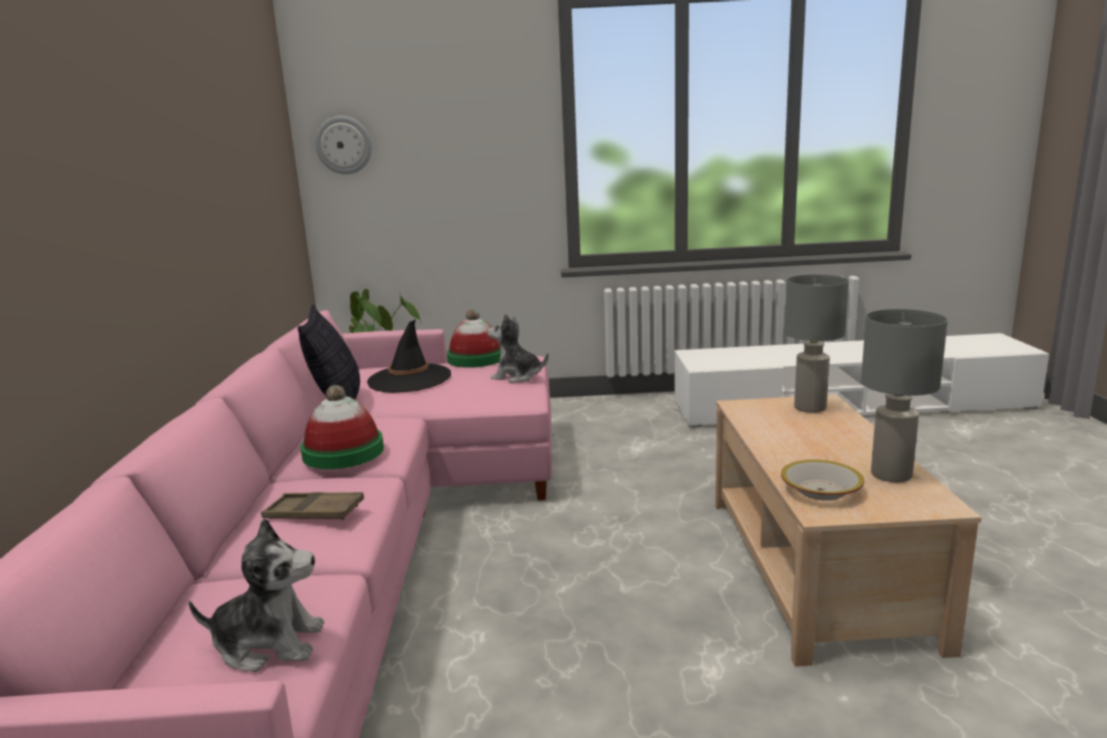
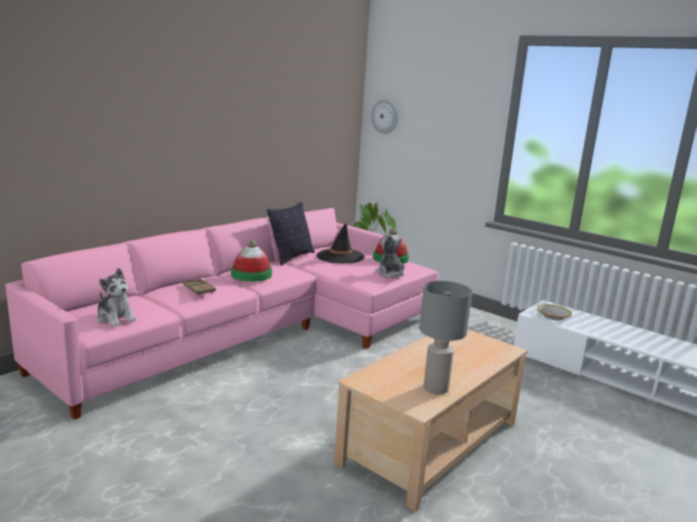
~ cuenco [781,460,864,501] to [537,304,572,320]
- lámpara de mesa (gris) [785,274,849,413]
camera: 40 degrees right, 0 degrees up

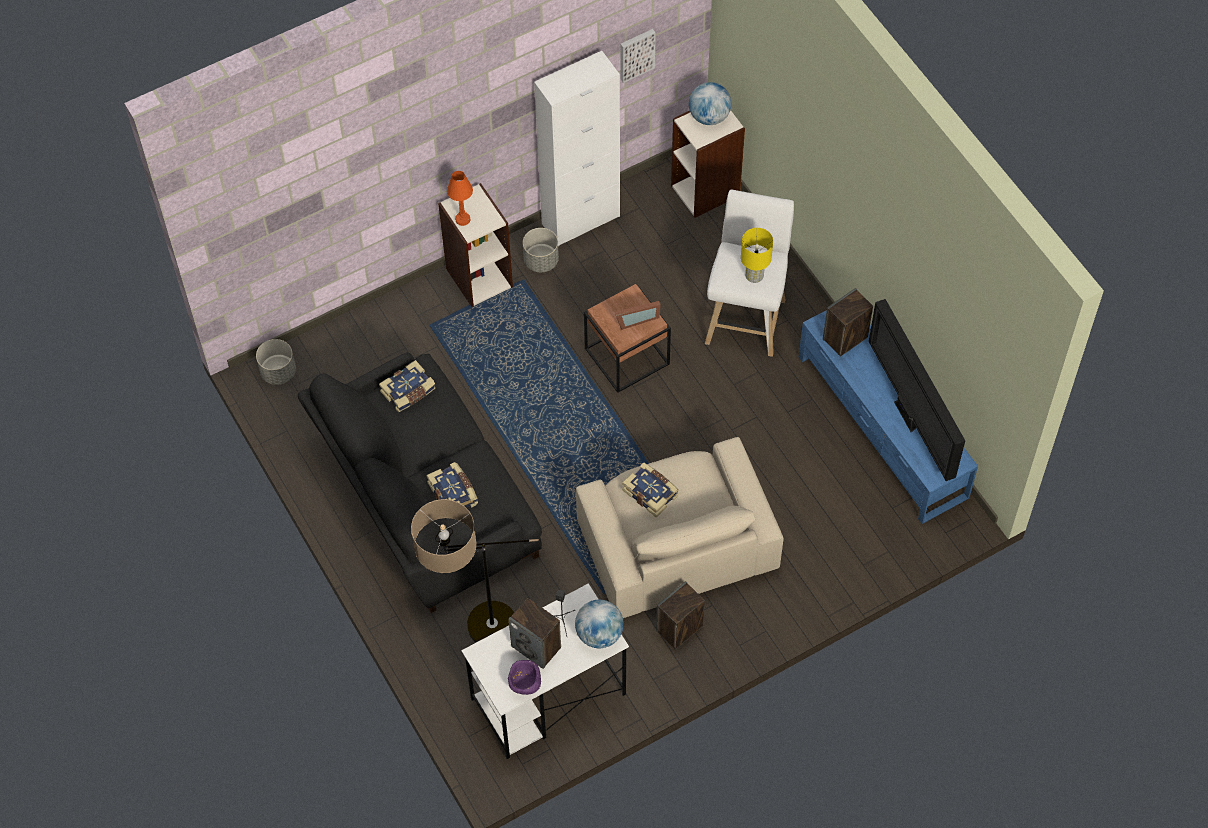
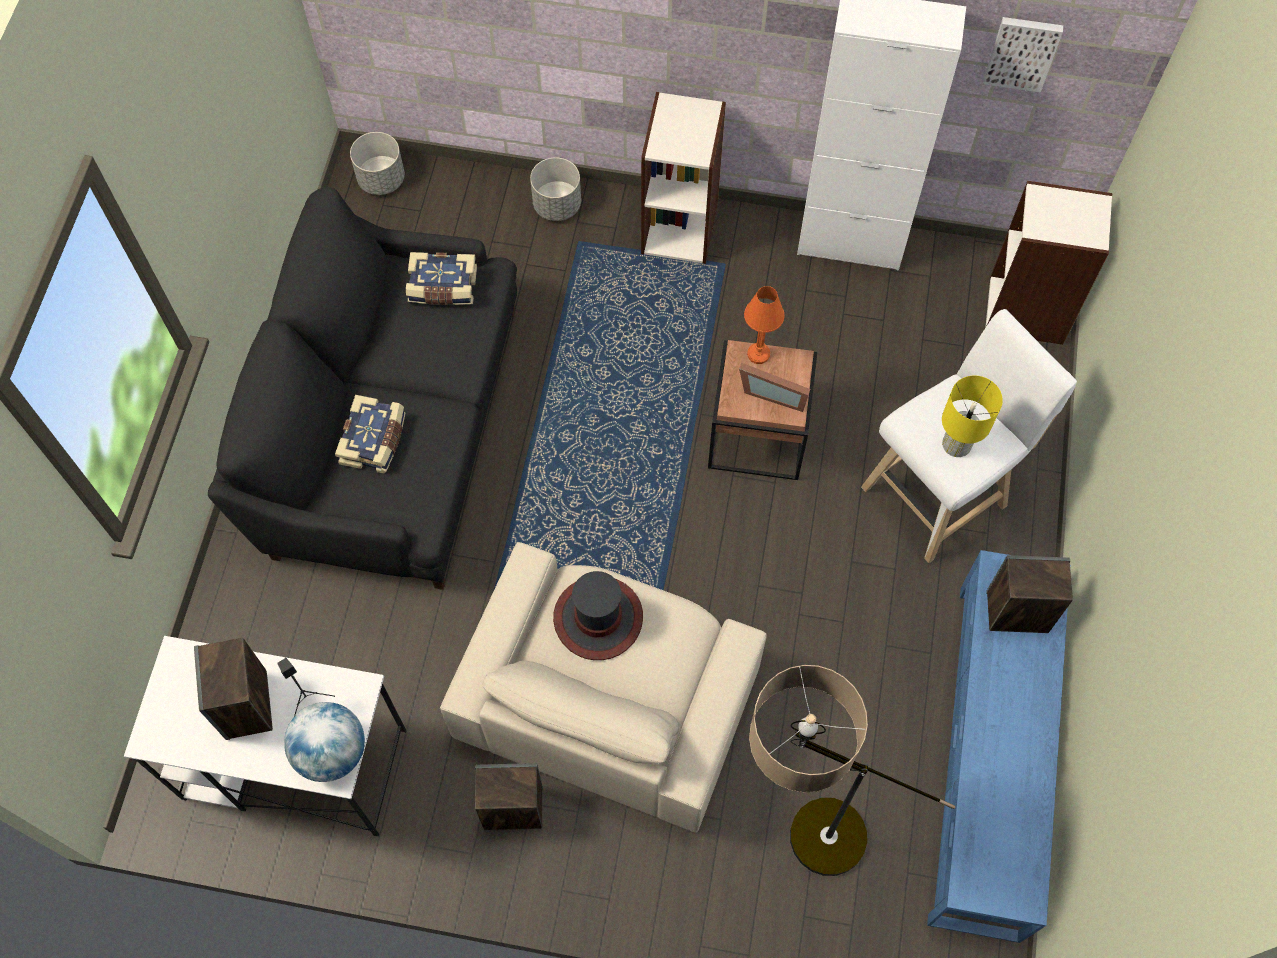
~ maceta (gris) [523,228,559,272] to [530,157,581,221]
~ libro [622,462,679,518] to sombrero [553,571,643,660]
~ lámpara de mesa (naranja) [447,171,473,226] to [744,286,785,364]
~ lámpara de pie [411,499,539,643] to [749,665,955,876]
- cuenco (morado) [508,660,541,695]
- globo terráqueo [689,82,731,125]
- televisor [869,299,965,481]
camera: 40 degrees right, 5 degrees up

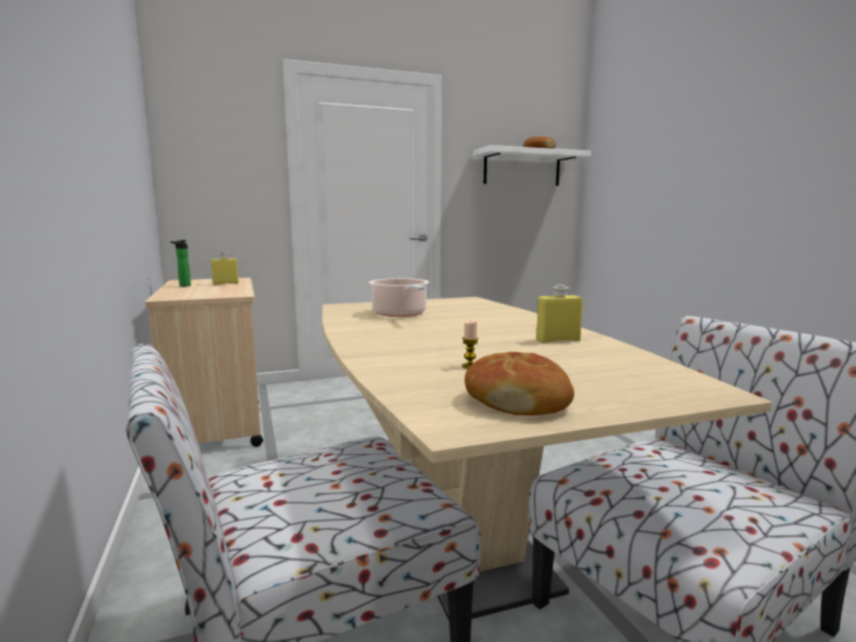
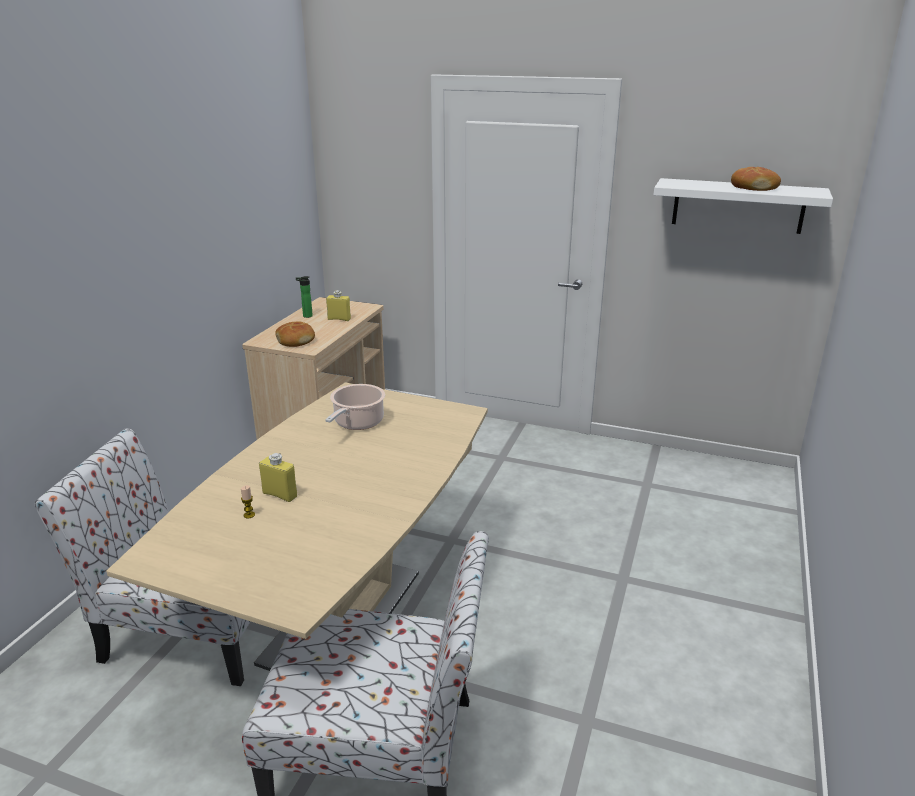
~ botella (amarillo) [536,285,583,343] to [259,453,297,502]
~ pan [465,352,574,416] to [275,321,315,347]
camera: 40 degrees right, 15 degrees up

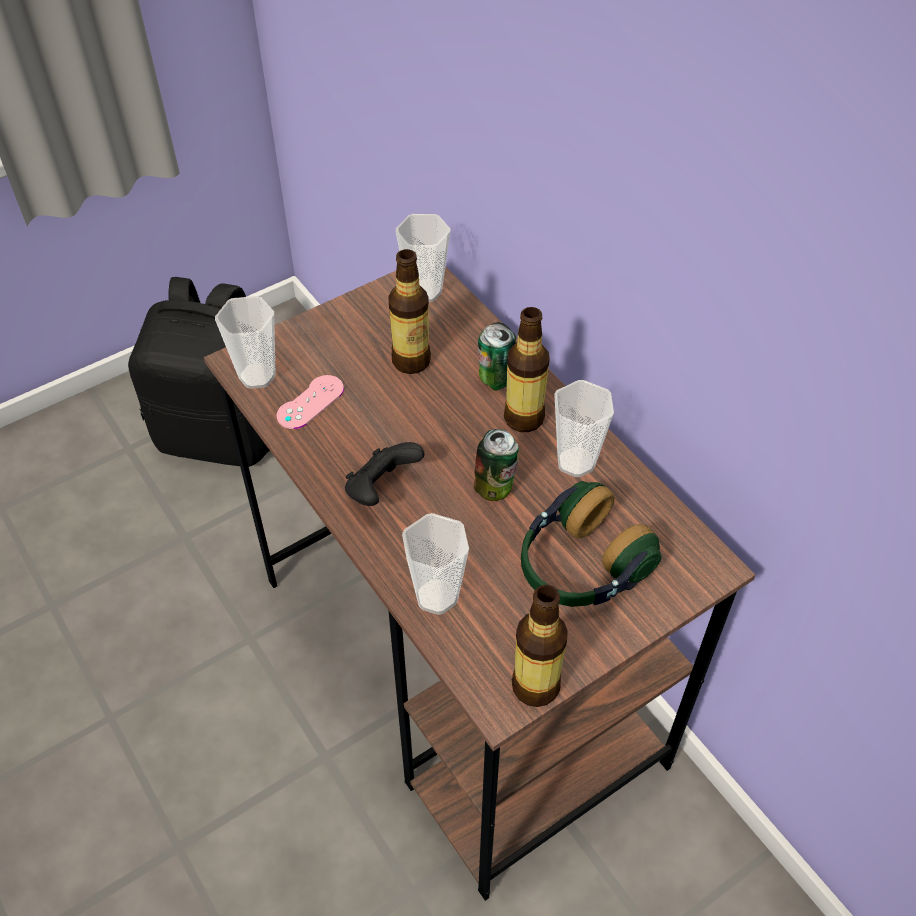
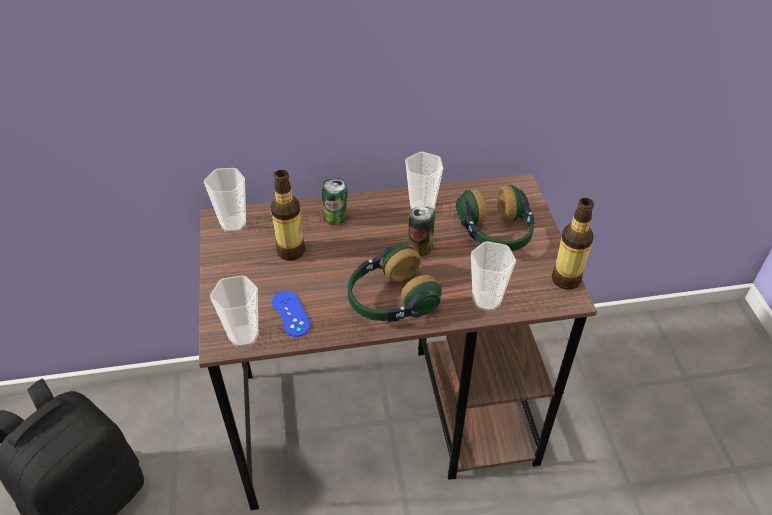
~ mando de consola (rosa) [277,375,344,429] to mando de consola (azul) [272,291,311,337]
~ mando de consola (negro) [345,442,424,506] to auriculares [348,245,442,322]
- botella [504,307,550,432]
camera: 65 degrees left, 5 degrees down

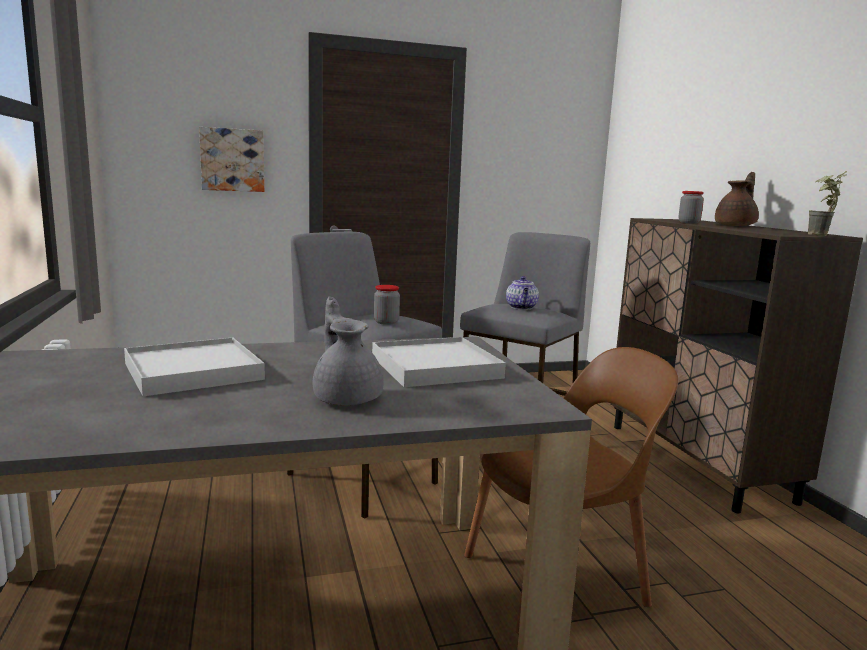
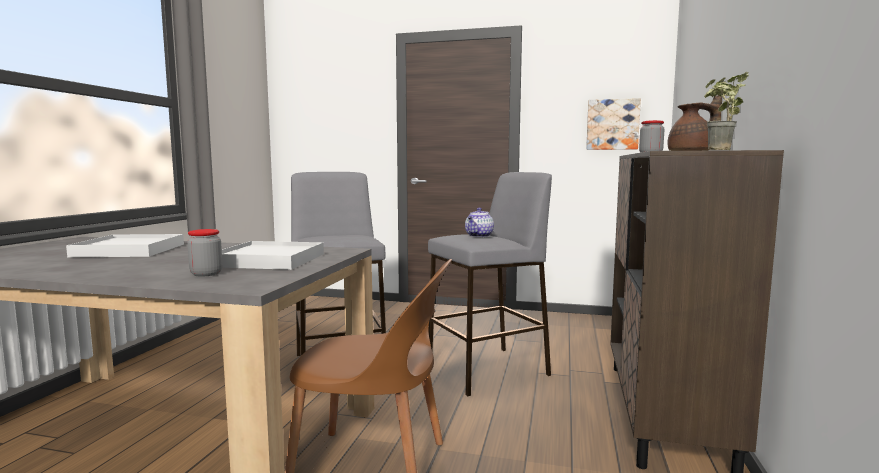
~ tarro [374,285,400,325] to [187,229,223,277]
~ cuadro [199,127,264,192] to [586,98,641,150]
- tetera (gris) [313,297,384,405]
camera: 30 degrees right, 5 degrees down

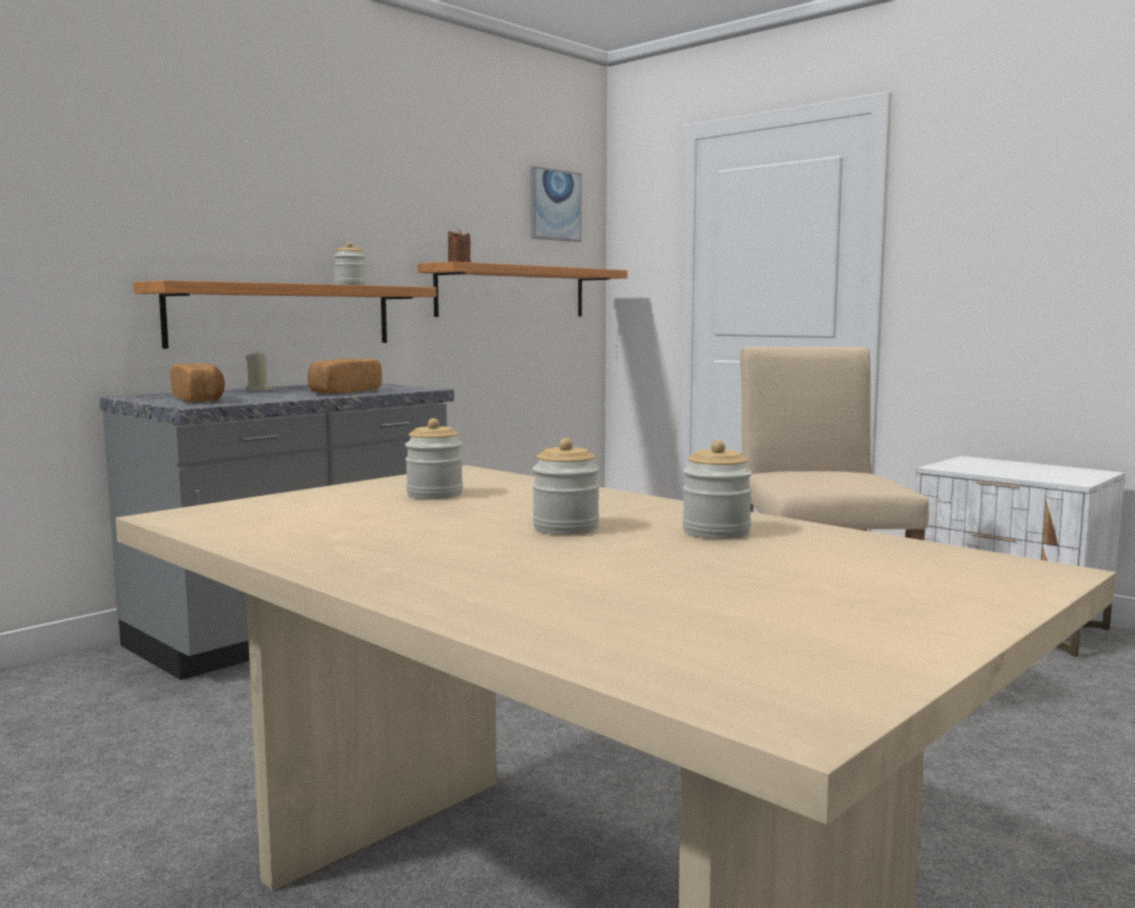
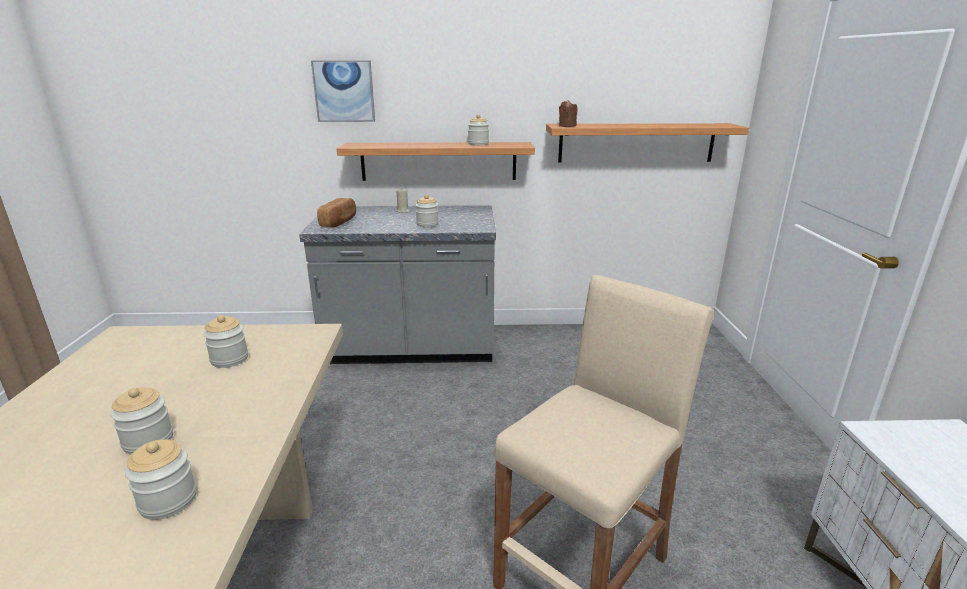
~ cuadro [530,166,582,242] to [311,60,375,122]
~ pan [308,358,382,394] to tarro [415,195,439,227]
camera: 45 degrees right, 15 degrees up

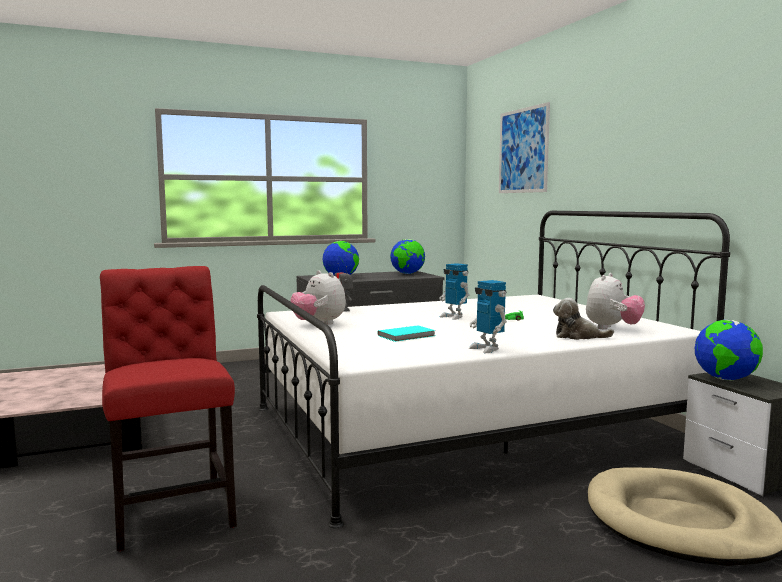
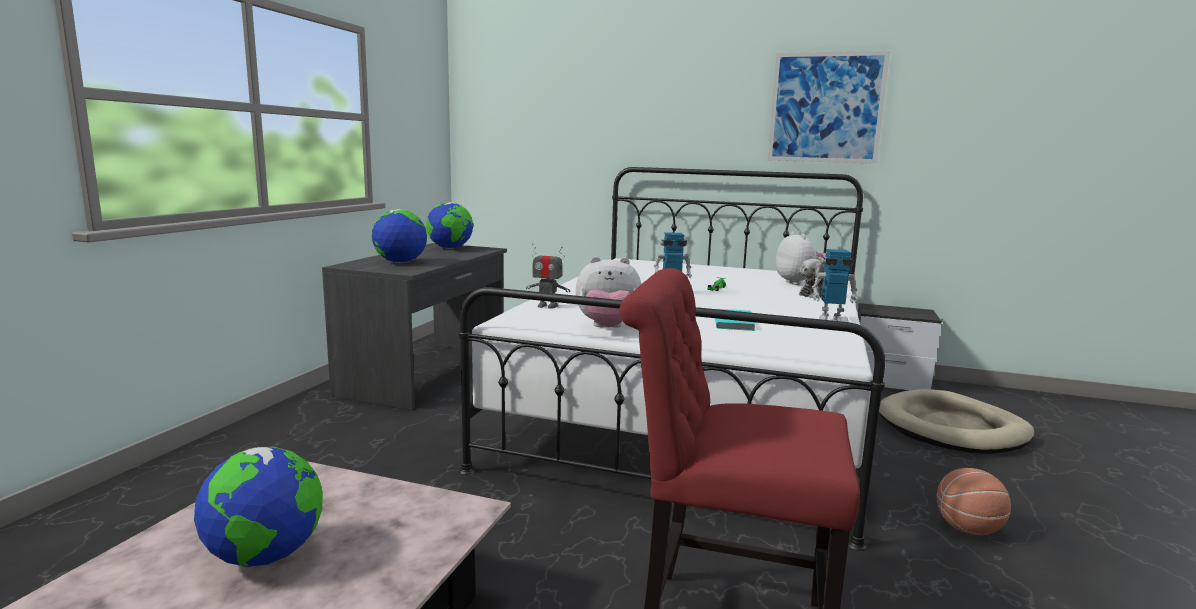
~ globo terráqueo [695,320,763,381] to [194,447,323,567]
~ cuadro [499,102,550,193] to [768,51,890,164]
+ balón de baloncesto [936,468,1011,535]
camera: 50 degrees left, 5 degrees up

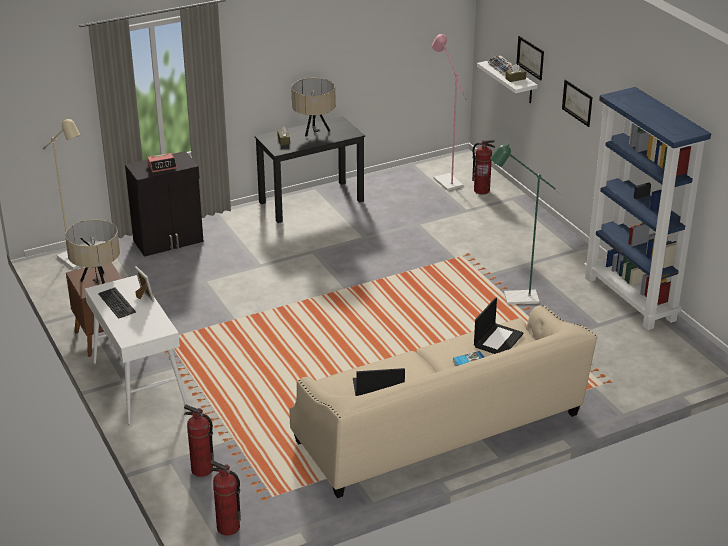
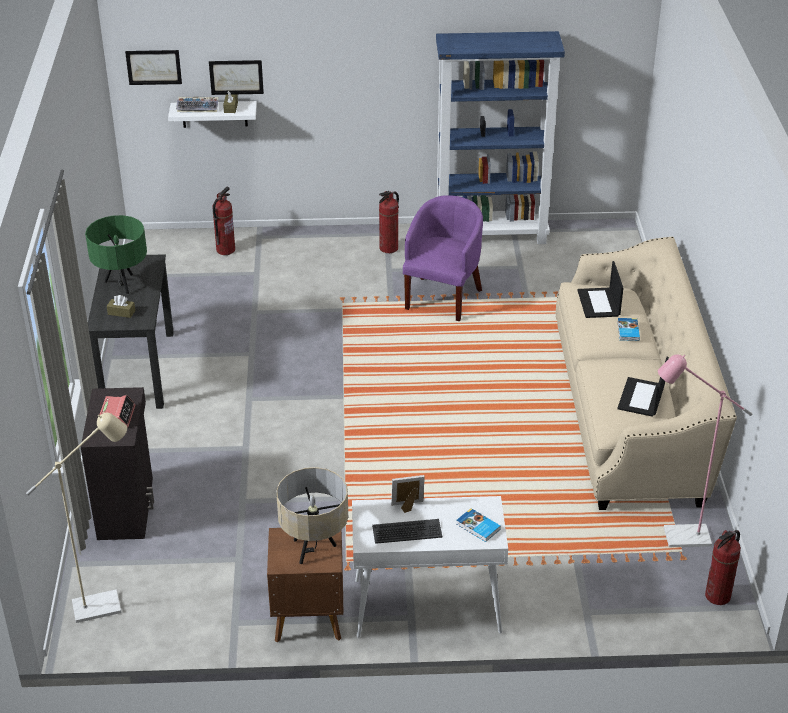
~ lámpara de mesa (beis) [291,78,336,137] to lámpara de mesa (verde) [85,215,147,294]
~ cuadro [562,80,593,127] to [125,50,182,85]
~ extintor [184,405,214,477] to [379,191,399,253]
~ lámpara de pie (verde) [490,144,562,305] to sillón (morado) [403,195,483,321]
+ libro [457,508,501,542]
~ portátil [474,297,524,354] = [577,261,623,318] 150 degrees counterclockwise
~ lámpara de pie (rosa) [432,34,467,191] to [658,354,752,547]
camera: 65 degrees left, 5 degrees up

